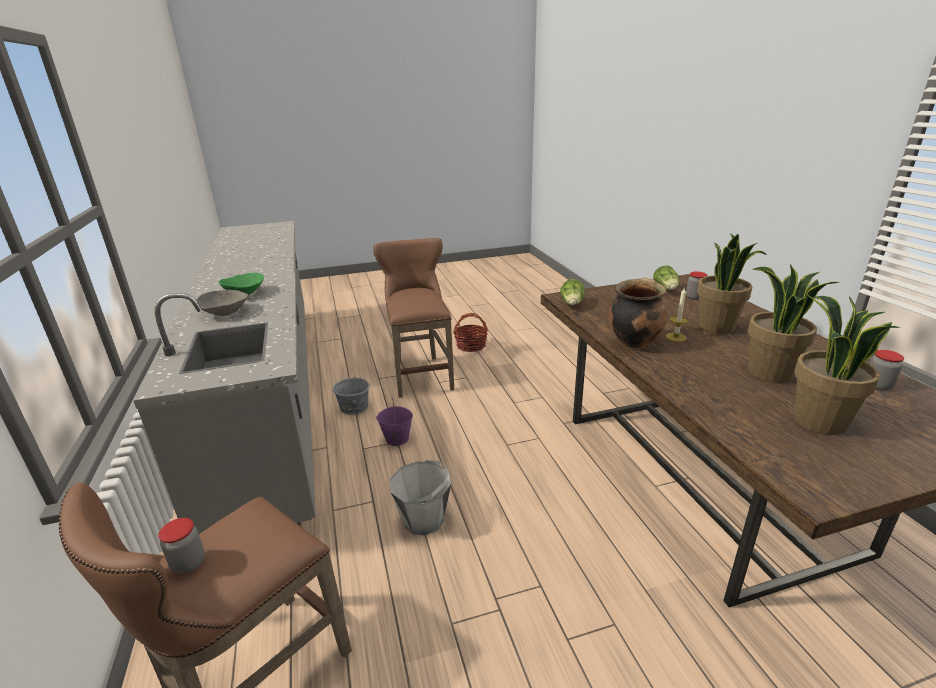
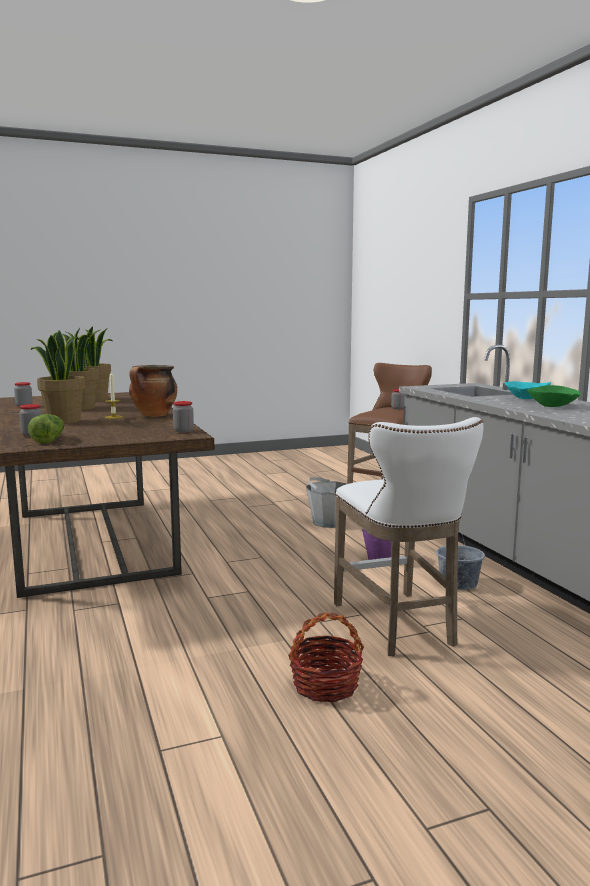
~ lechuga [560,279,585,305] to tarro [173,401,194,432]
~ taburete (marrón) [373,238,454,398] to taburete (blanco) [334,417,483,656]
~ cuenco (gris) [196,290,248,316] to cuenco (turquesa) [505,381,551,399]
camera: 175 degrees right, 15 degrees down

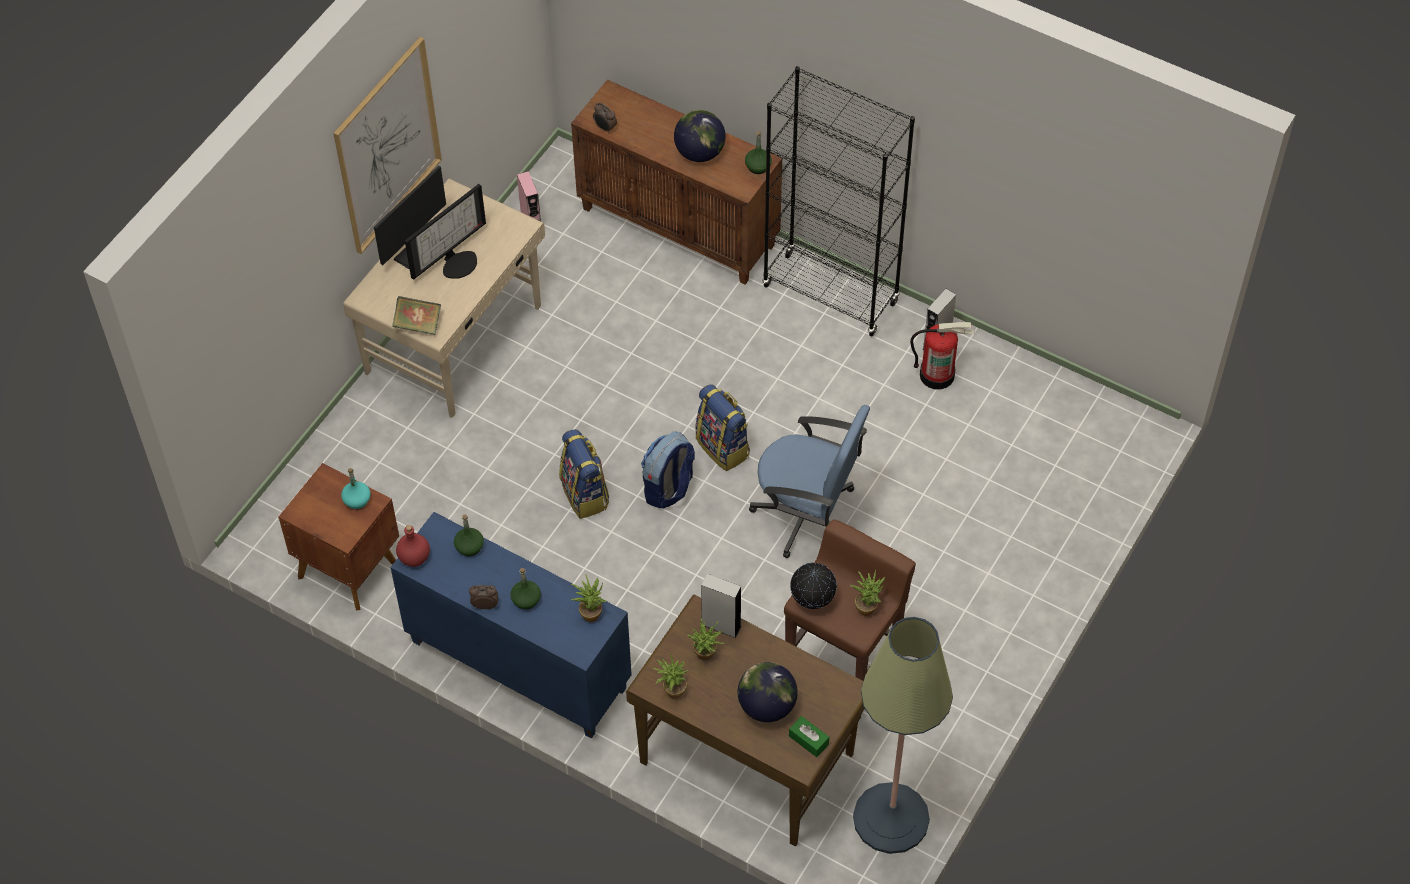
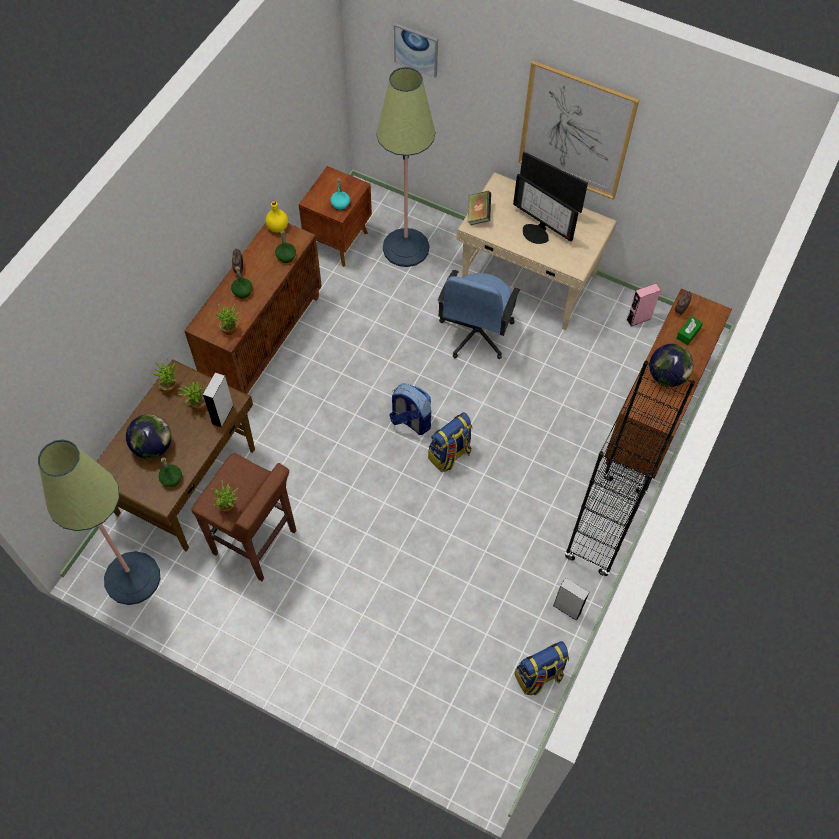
~ botella (verde) [745,131,772,174] to [158,458,182,487]
~ armario (azul) [390,512,632,739] to armario (marrón) [184,223,322,394]
~ botella (rojo) [396,525,430,567] to botella (amarillo) [265,200,288,233]
+ lámpara de pie [376,67,435,267]
+ cuadro [394,23,438,78]
~ silla de oficina (azul) [749,405,870,558] to [438,270,520,359]
~ mochila [559,429,609,519] to [514,641,569,695]
~ caja de pañuelos (verde) [789,716,829,757] to [676,316,703,345]
- globo terráqueo [790,563,837,609]
- extintor [910,322,974,390]
camera: 85 degrees right, 5 degrees up

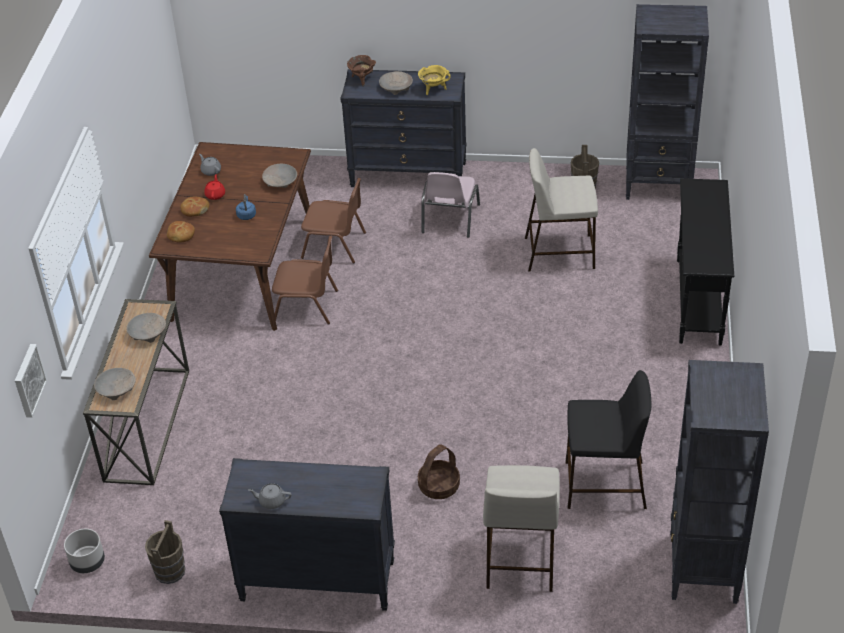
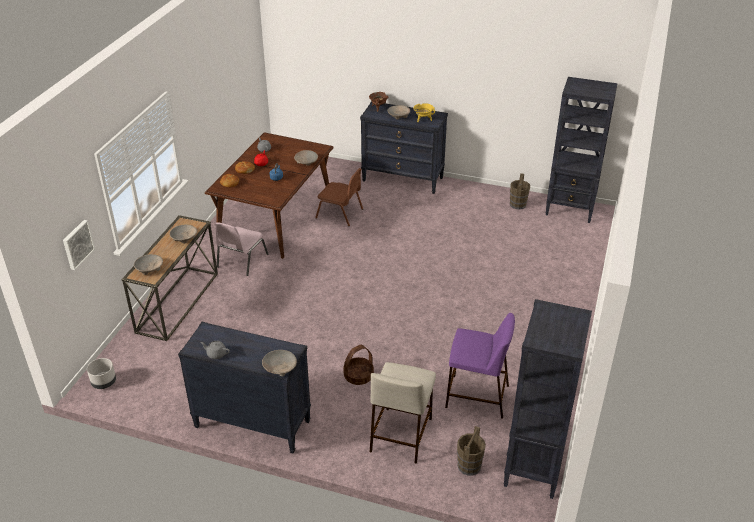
~ silla (rosa) [422,172,480,238] to [215,223,269,276]
+ cuenco (beis) [262,350,297,377]
~ taburete (negro) [565,370,651,509] to taburete (morado) [445,313,515,418]
~ cubo (marrón) [145,520,185,584] to [457,426,486,476]
- silla (marrón) [272,236,338,325]
- taburete (beis) [525,148,598,272]
- mesa consola (negro) [677,178,734,346]
camera: 10 degrees right, 5 degrees down

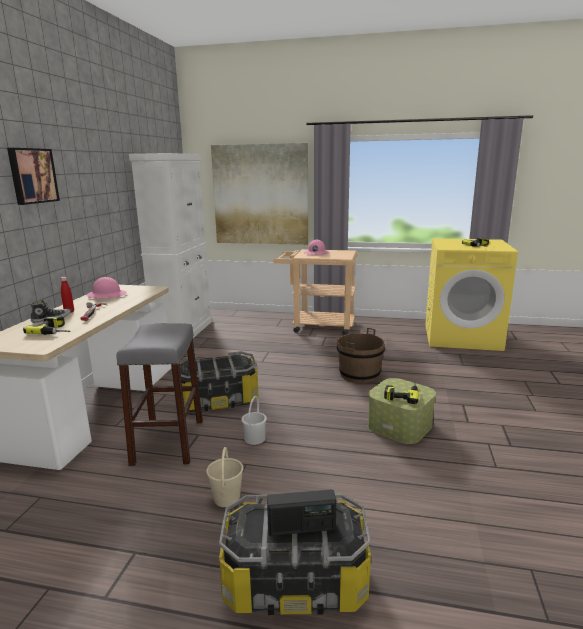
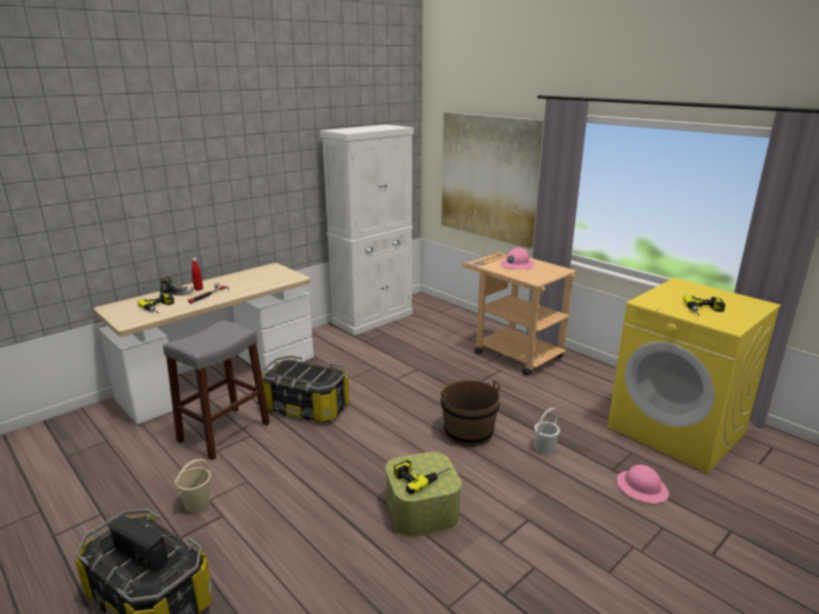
~ cubo (blanco) [241,396,267,445] to [534,408,560,454]
~ casco (rosa) [87,277,127,299] to [616,465,669,503]
- cuadro [7,148,60,205]
camera: 35 degrees right, 5 degrees up

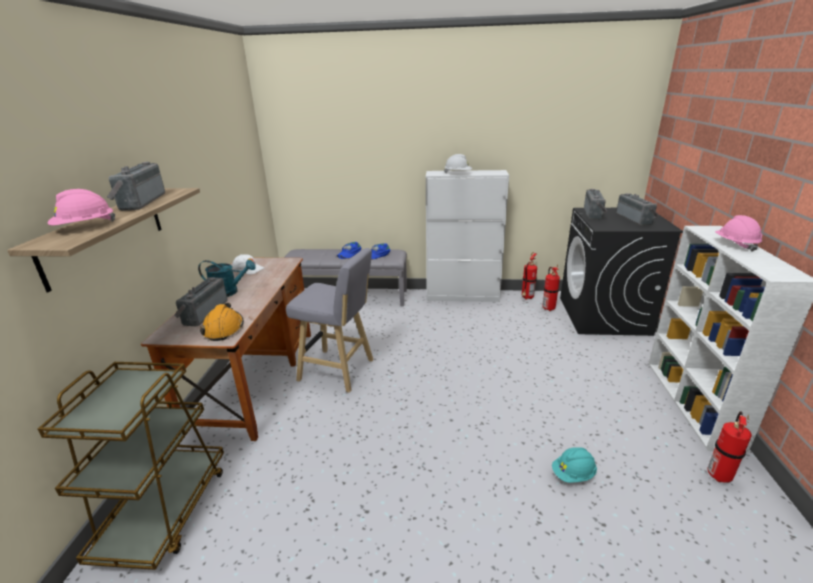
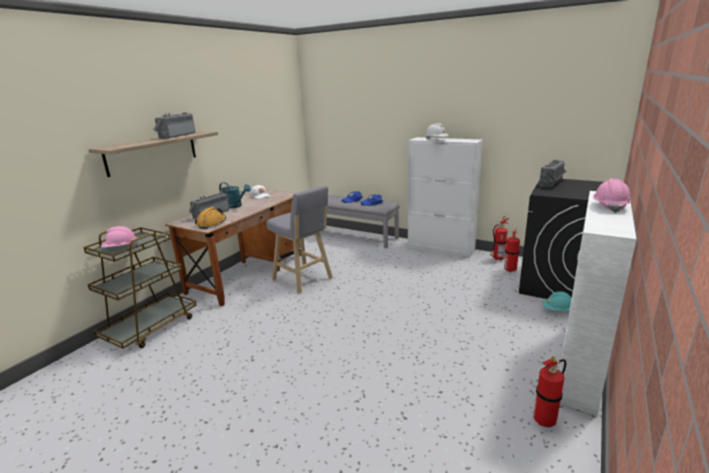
~ casco (rosa) [48,189,115,225] to [101,226,139,247]
~ casco (turquesa) [552,447,597,483] to [542,291,572,311]
- radio [616,193,658,226]
camera: 25 degrees right, 5 degrees down

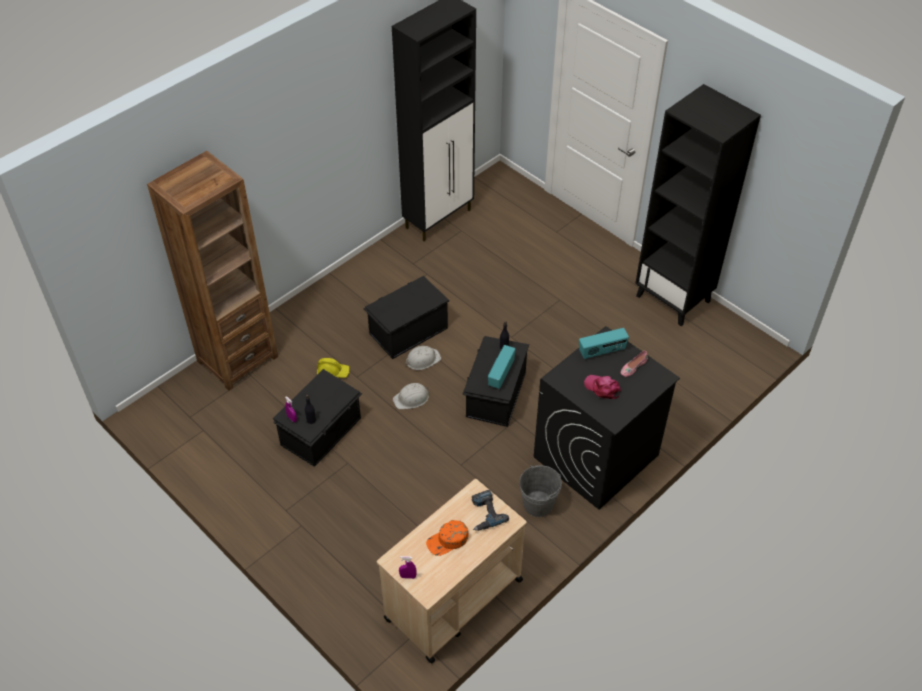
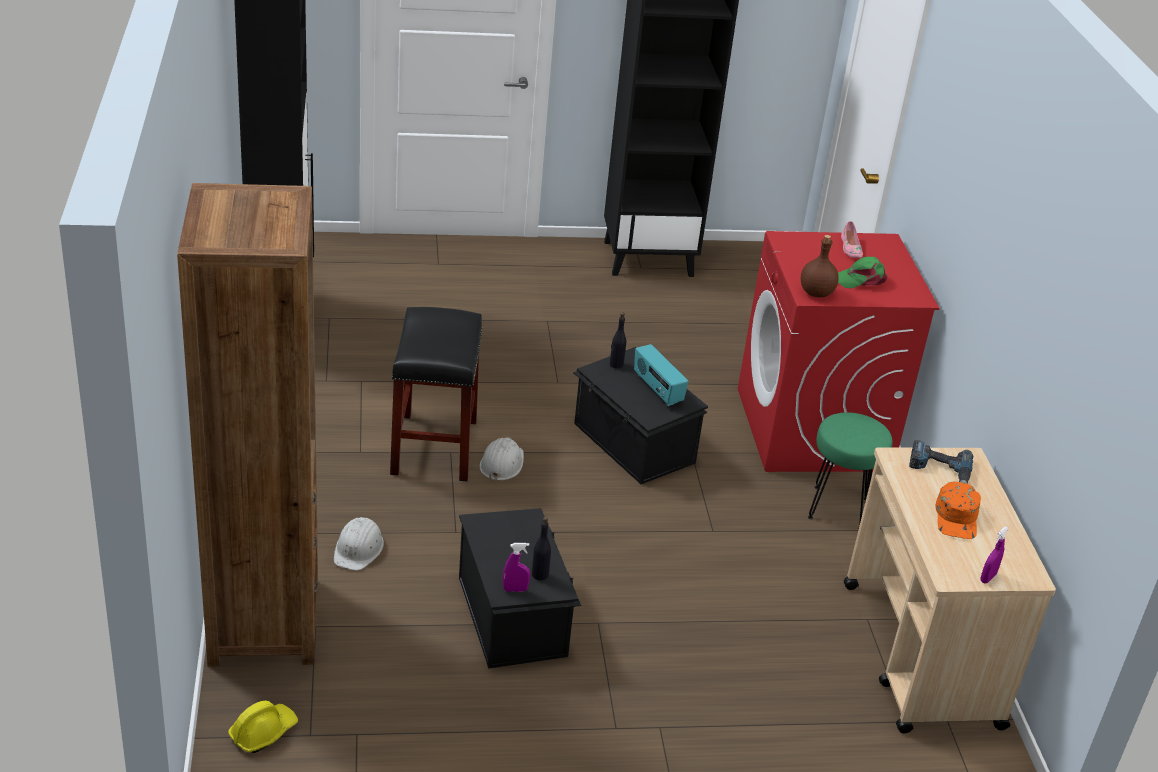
~ casco (amarillo) [317,358,350,378] to [228,700,298,753]
~ casco (blanco) [393,383,429,409] to [334,517,384,571]
~ caja de almacenaje (negro) [364,276,449,359] to taburete (negro) [390,307,483,481]
~ lavadora (negro) [534,326,680,510] to lavadora (rojo) [738,231,940,472]
+ botella (marrón) [801,235,839,297]
~ cubo (gris) [519,465,562,517] to taburete (verde) [808,412,893,530]
~ gorra (rosa) [584,375,622,399] to gorra (verde) [838,257,887,288]
- radio [579,328,629,359]
camera: 55 degrees left, 15 degrees down

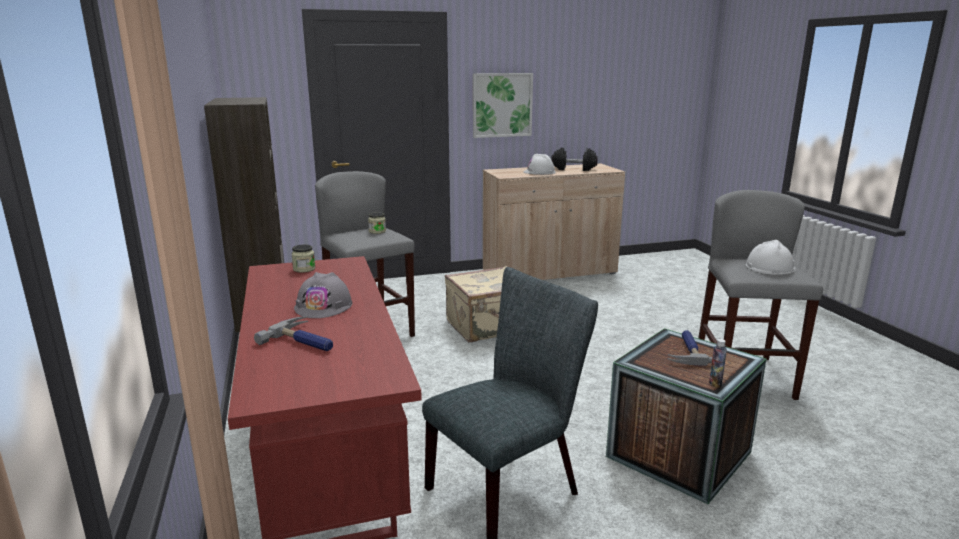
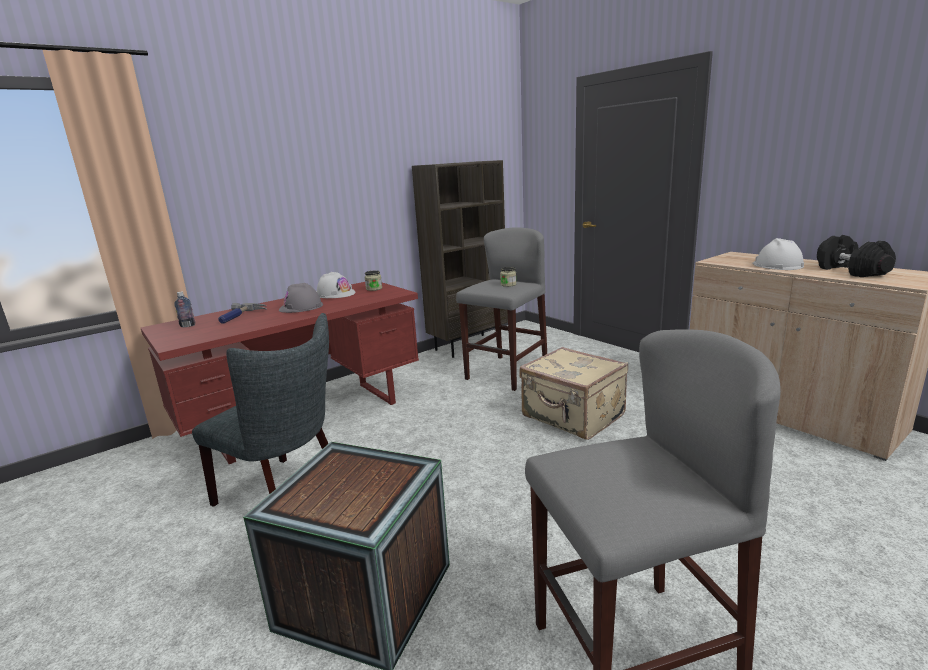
~ botella [709,339,727,388] to [174,291,195,327]
~ casco (blanco) [746,240,796,275] to [316,272,355,298]
- cuadro [473,73,533,138]
- martillo [667,330,713,366]
camera: 70 degrees right, 0 degrees up

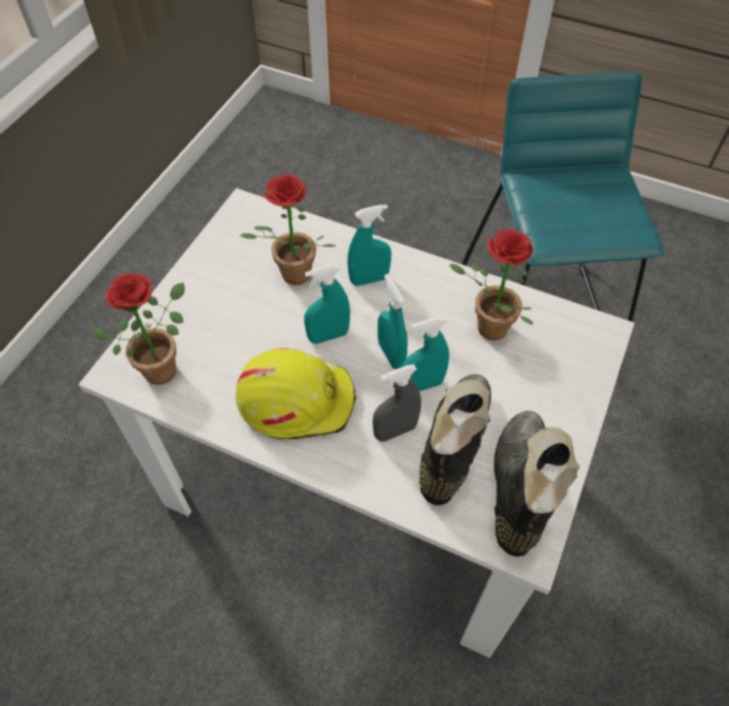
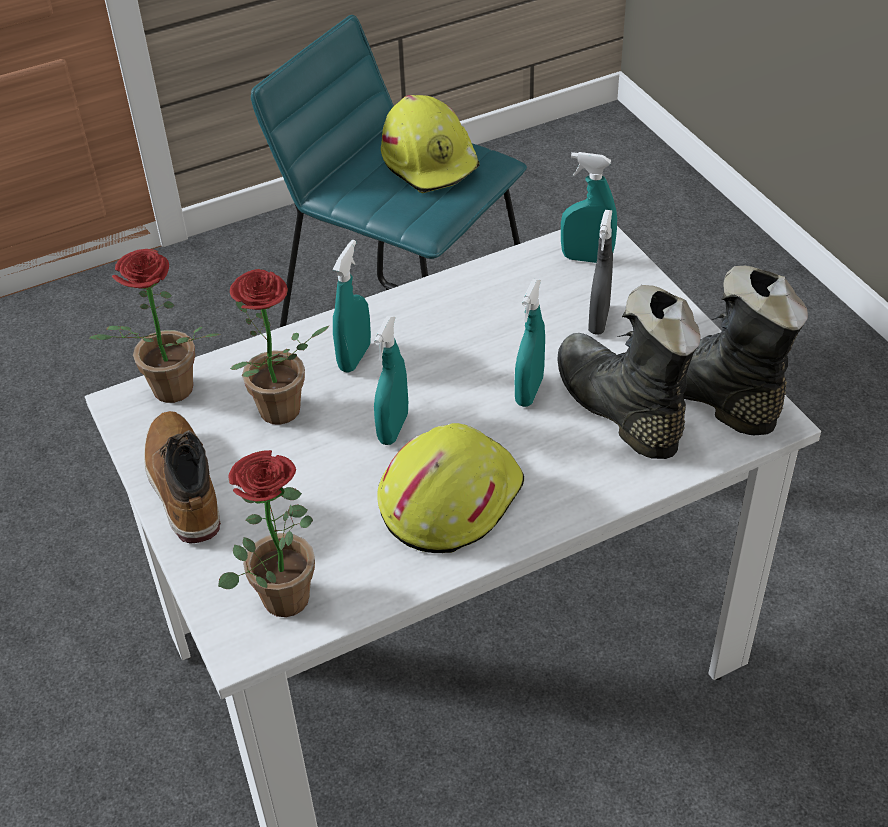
~ planta en maceta [449,229,533,341] to [89,249,221,403]
+ bota [144,411,221,544]
+ casco (amarillo) [381,95,480,193]
~ pulverizador (turquesa) [378,274,408,369] to [561,152,617,263]
~ pulverizador (gris) [372,364,421,442] to [588,210,613,335]
camera: 50 degrees left, 10 degrees down

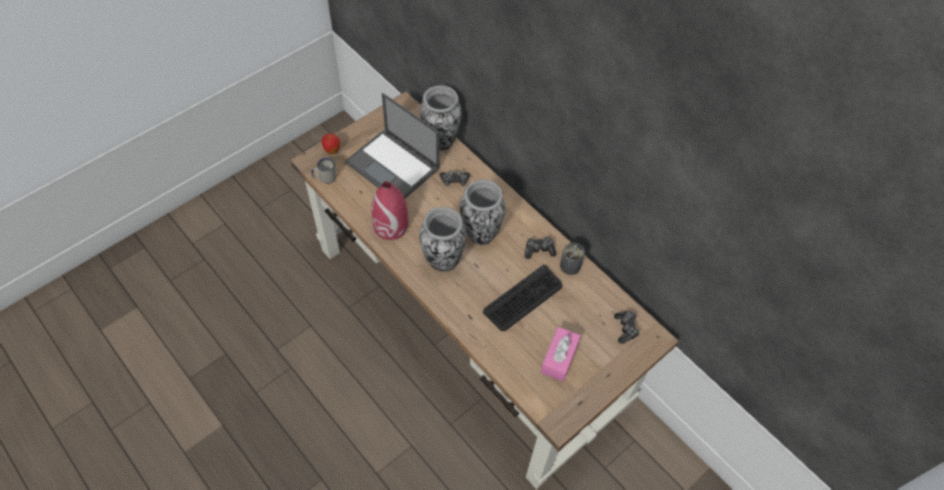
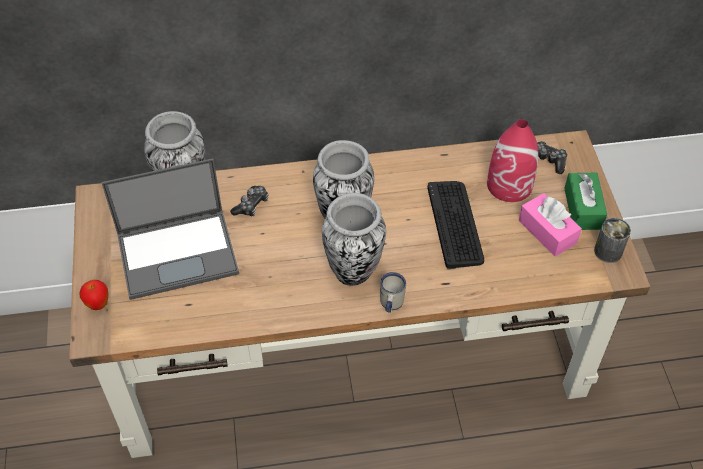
~ taza grande (blanco) [311,158,336,184] to [380,272,406,313]
~ florero (rojo) [371,181,409,240] to [487,119,538,202]
+ caja de pañuelos (verde) [564,173,607,230]
~ lata [560,243,585,275] to [594,218,631,263]
- mando de consola [525,236,557,259]
camera: 55 degrees left, 5 degrees down

